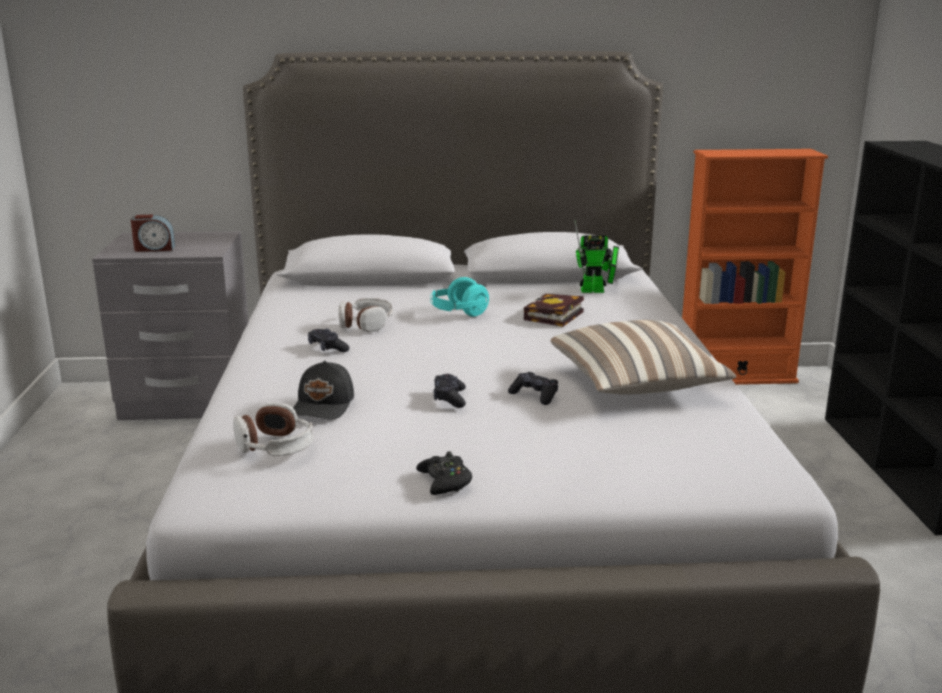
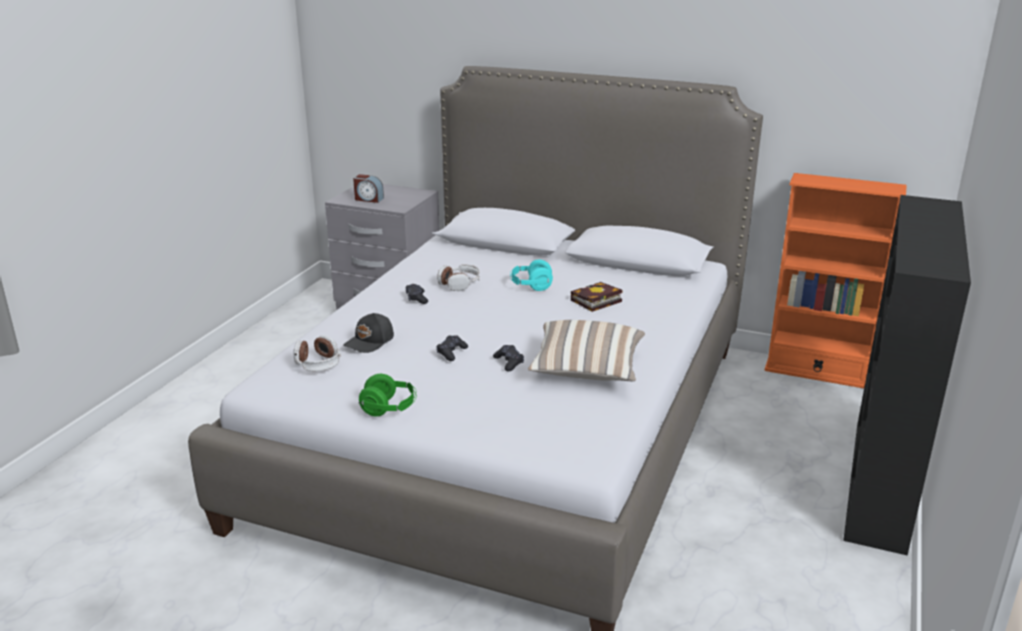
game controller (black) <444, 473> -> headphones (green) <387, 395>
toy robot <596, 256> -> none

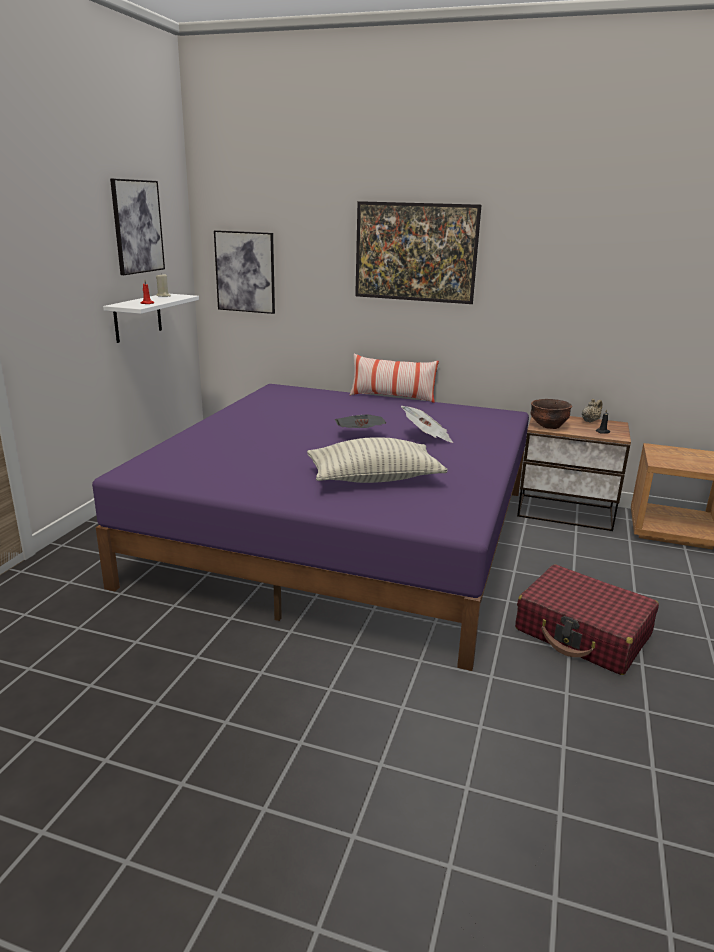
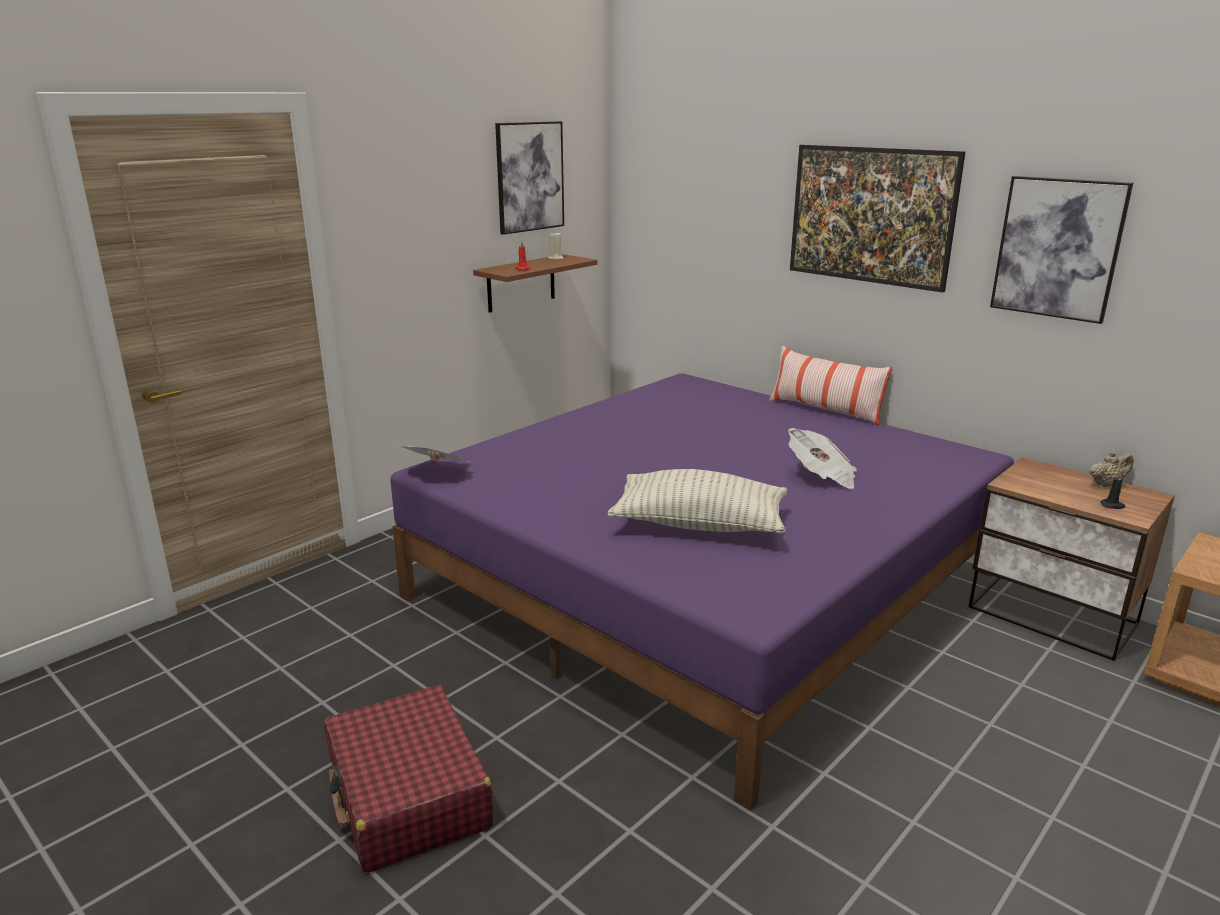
shelf (white) <151, 318> -> shelf (brown) <535, 283>
picture <244, 272> -> picture <1061, 250>, relocated
newspaper <360, 421> -> newspaper <437, 454>, relocated
suitcase (red) <587, 619> -> suitcase (red) <408, 779>, relocated
bowl (brown) <551, 414> -> none

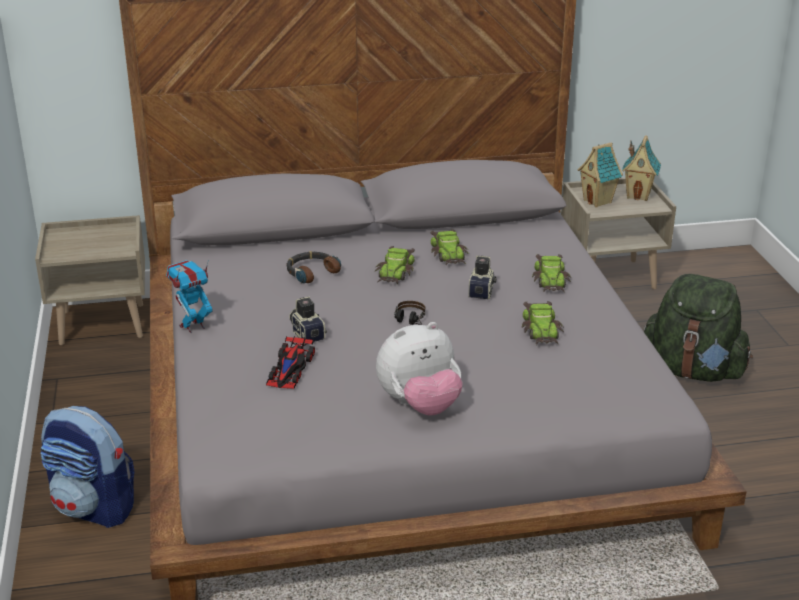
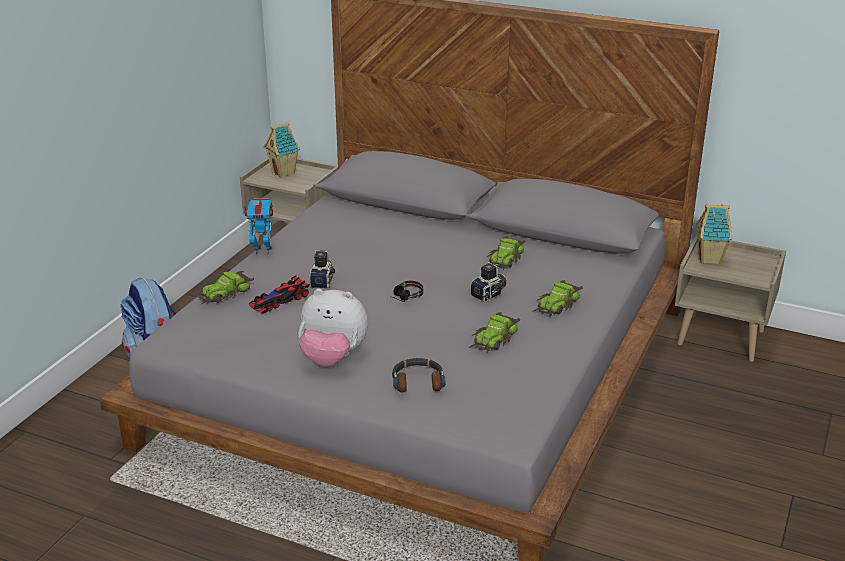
headphones <314, 267> -> headphones <418, 375>, relocated
toy car <394, 265> -> toy car <223, 287>, relocated
toy house <641, 168> -> toy house <282, 149>, relocated
backpack (green) <698, 328> -> none

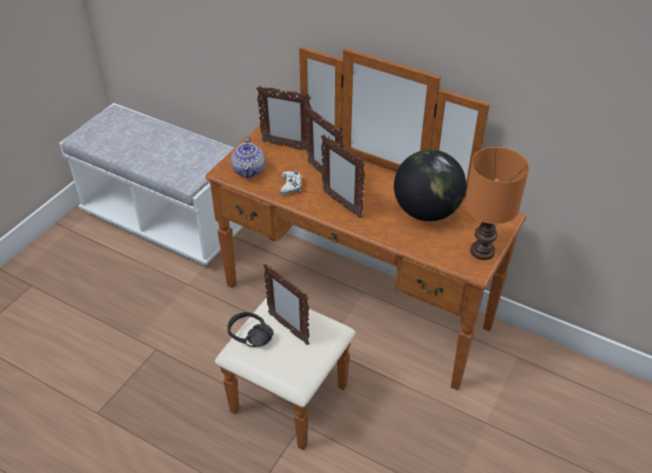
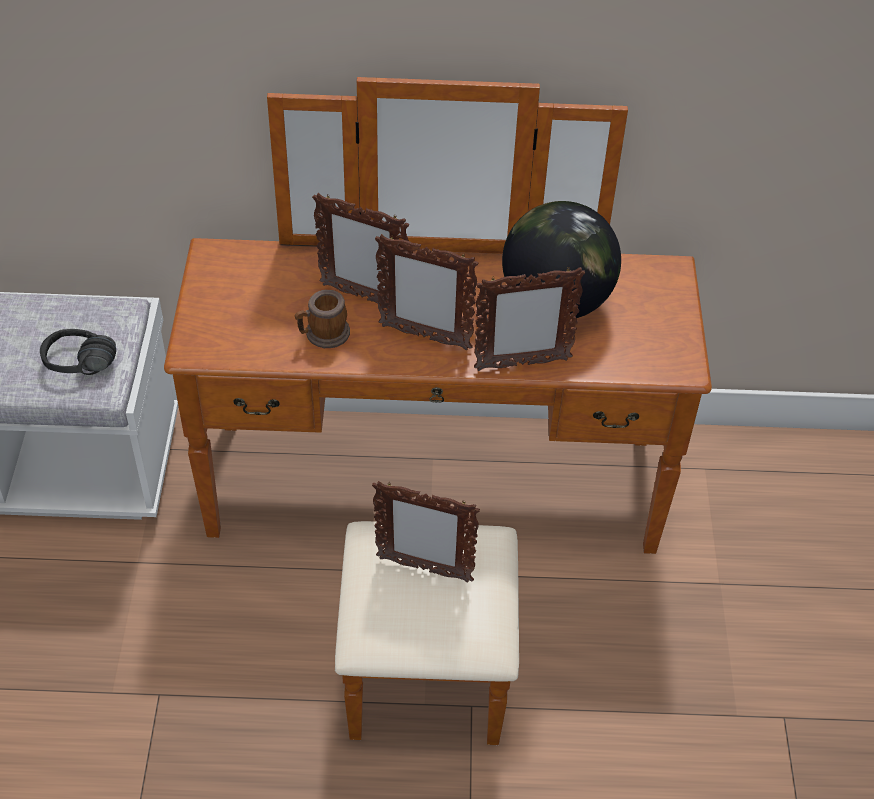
headphones (black) <251, 329> -> headphones (black) <78, 352>, relocated
teapot <248, 157> -> none
picture frame <283, 118> -> picture frame <529, 319>, relocated
game controller (white) <290, 183> -> mug <322, 319>
table lamp (orange) <497, 203> -> none

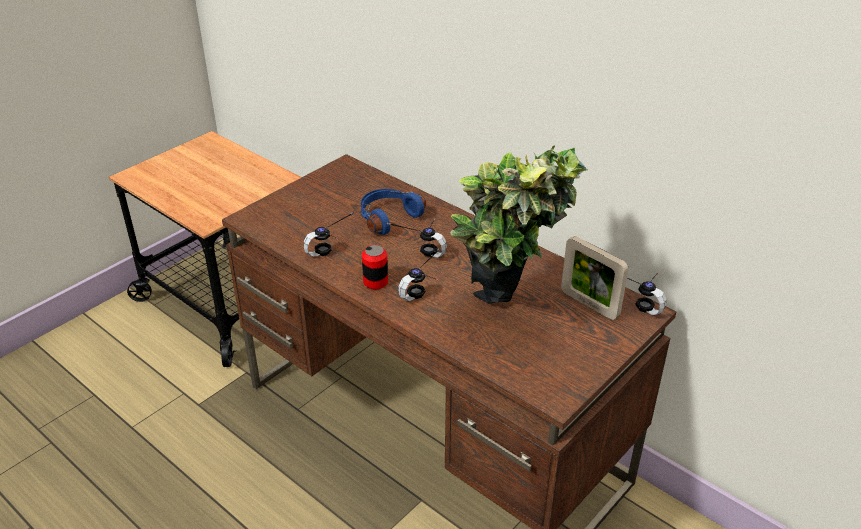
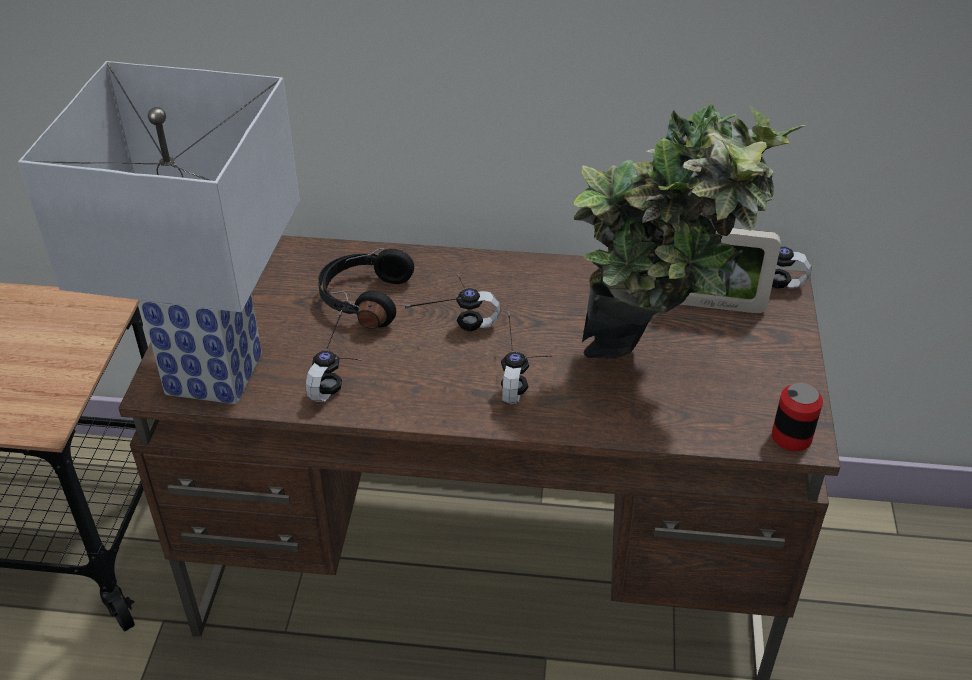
headphones (blue) <393, 212> -> headphones (black) <366, 288>
can <375, 267> -> can <797, 416>, relocated
none -> table lamp (white) <159, 232>

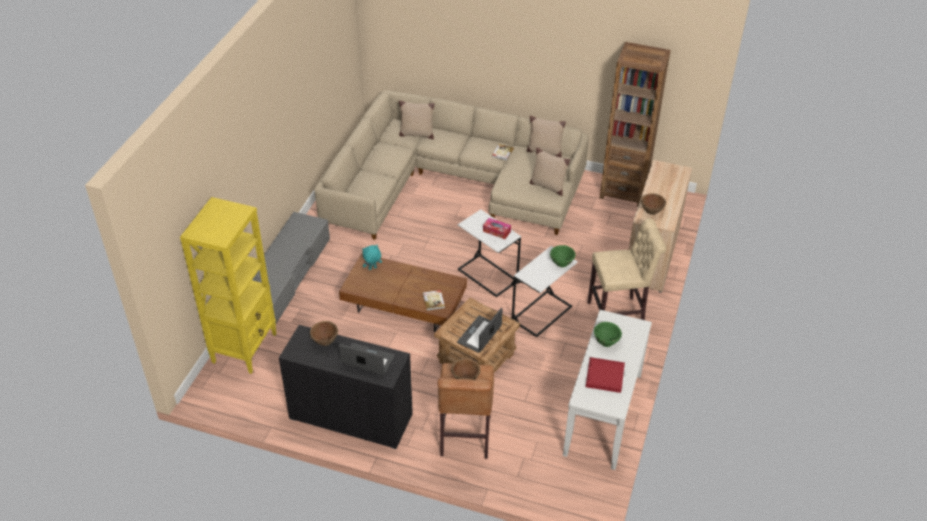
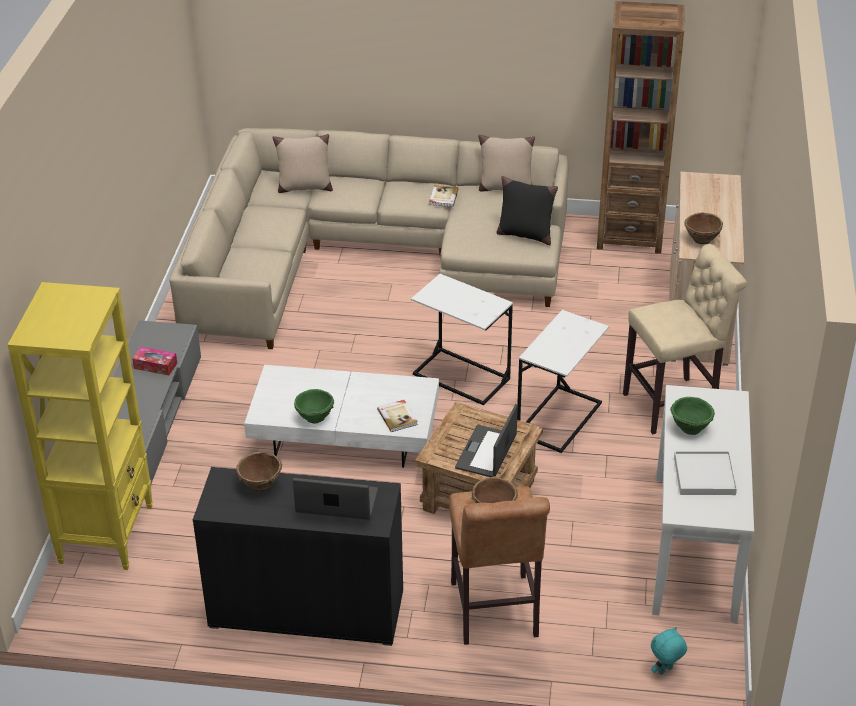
coffee table (brown) <403, 292> -> coffee table (white) <341, 416>
plush toy (turquoise) <372, 257> -> plush toy (turquoise) <669, 651>, relocated
tissue box <497, 228> -> tissue box <154, 361>, relocated
pillow (beige) <550, 171> -> pillow (black) <527, 210>
bowl (green) <563, 256> -> bowl (green) <314, 406>, relocated
tray (red) <605, 375> -> tray (white) <705, 473>

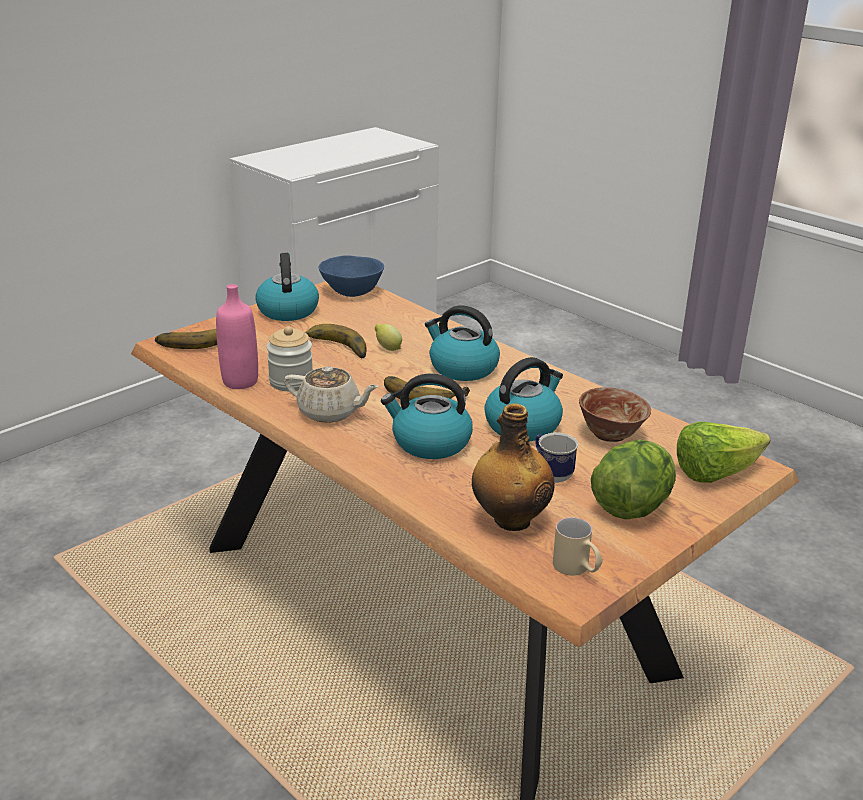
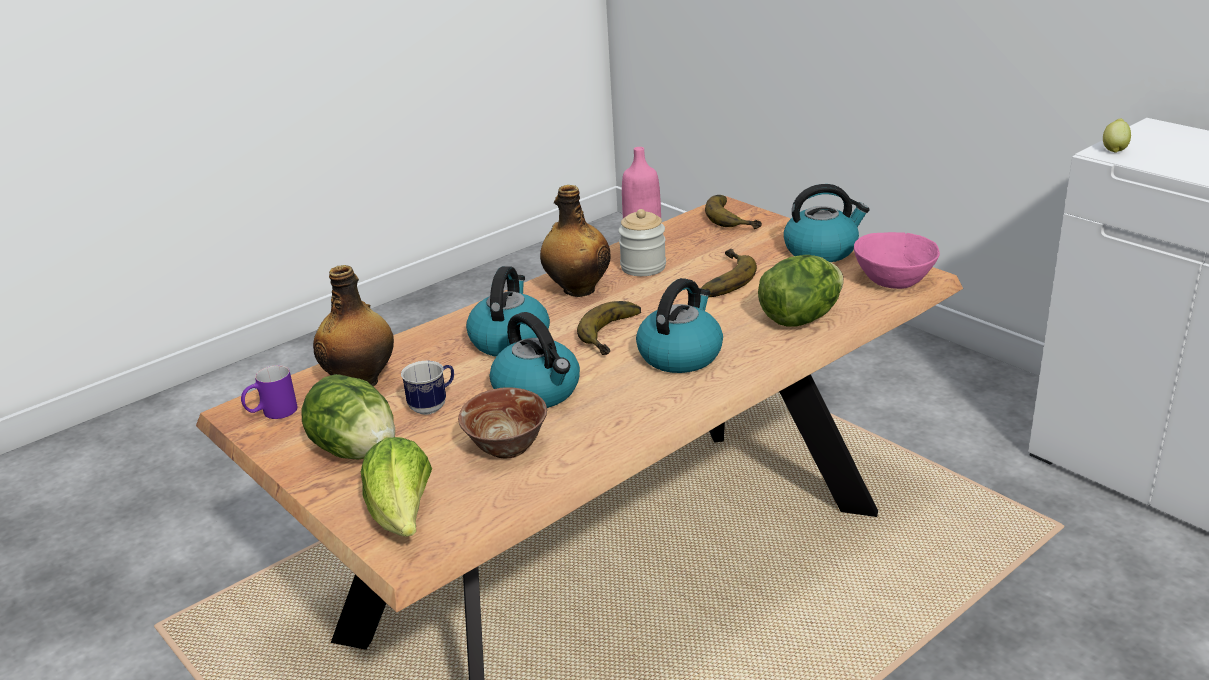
teapot (beige) <331, 394> -> bottle <575, 241>
bowl (blue) <351, 276> -> bowl (pink) <897, 260>
lemon <388, 337> -> lemon <1117, 135>, relocated
mug (beige) <578, 546> -> mug (purple) <269, 392>
none -> lettuce <801, 291>

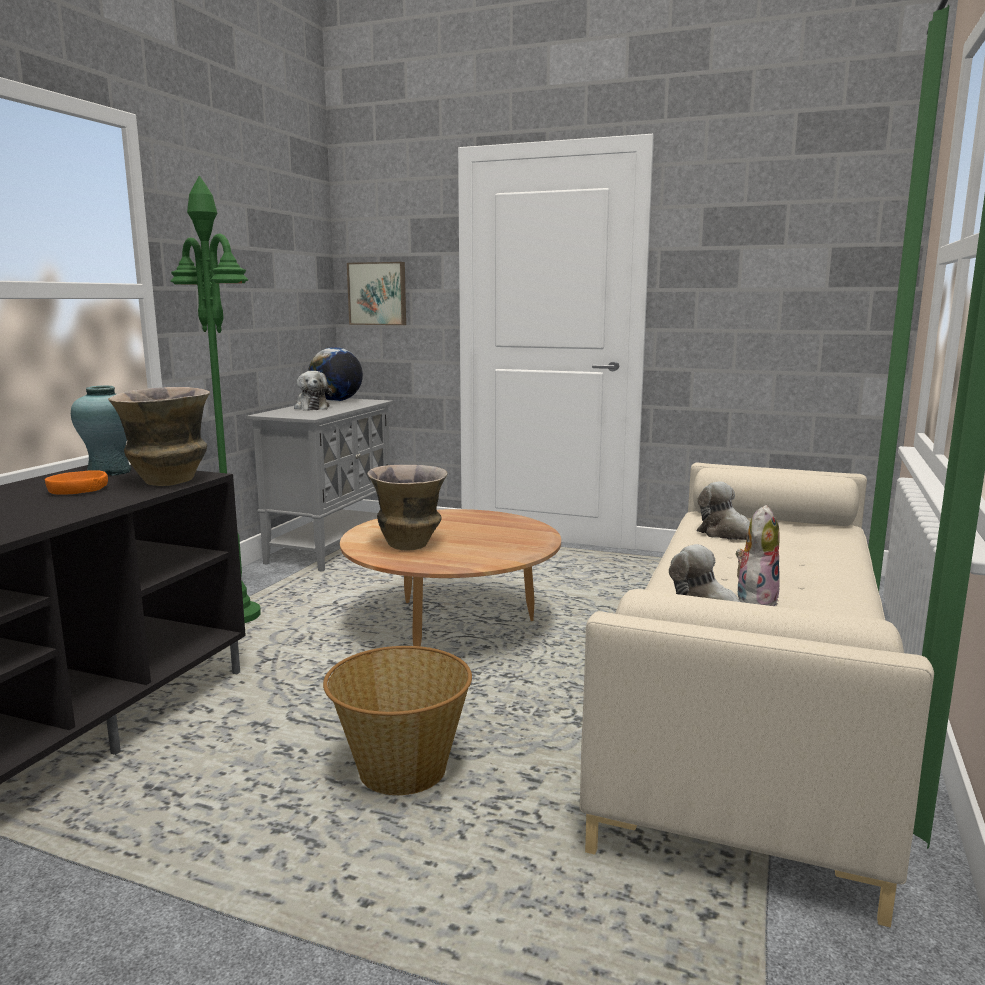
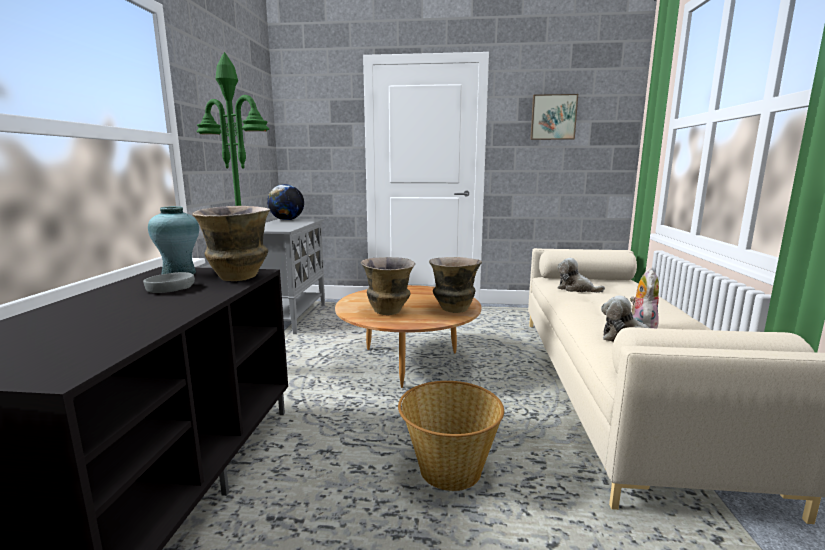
bowl (orange) <76, 482> -> bowl (grey) <169, 282>
plush toy <313, 391> -> none
picture <376, 293> -> picture <554, 117>, relocated
none -> vase <455, 285>

